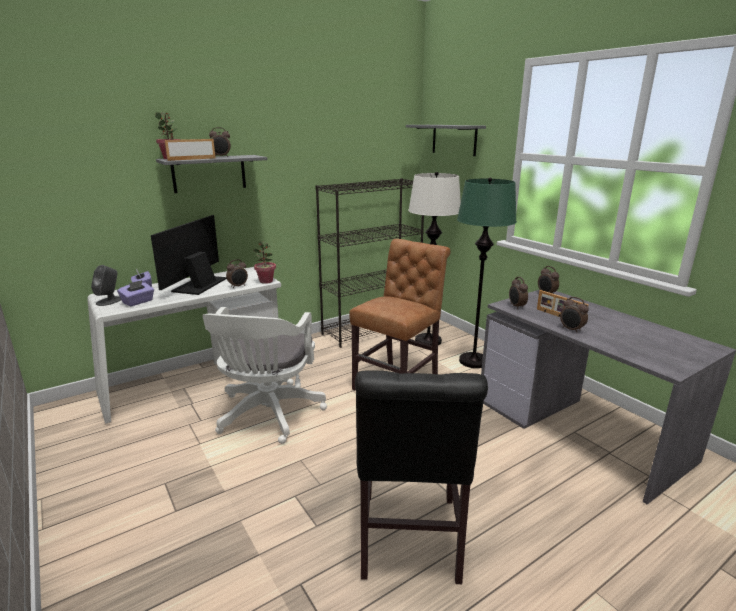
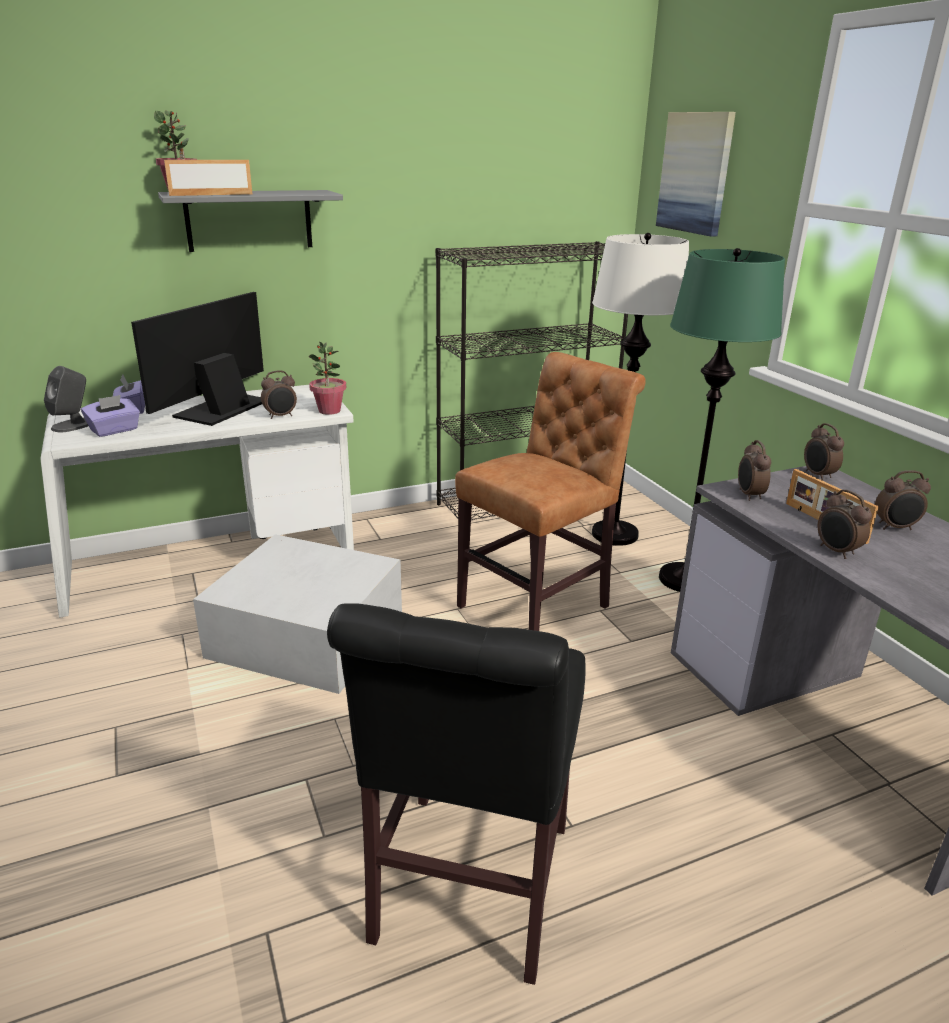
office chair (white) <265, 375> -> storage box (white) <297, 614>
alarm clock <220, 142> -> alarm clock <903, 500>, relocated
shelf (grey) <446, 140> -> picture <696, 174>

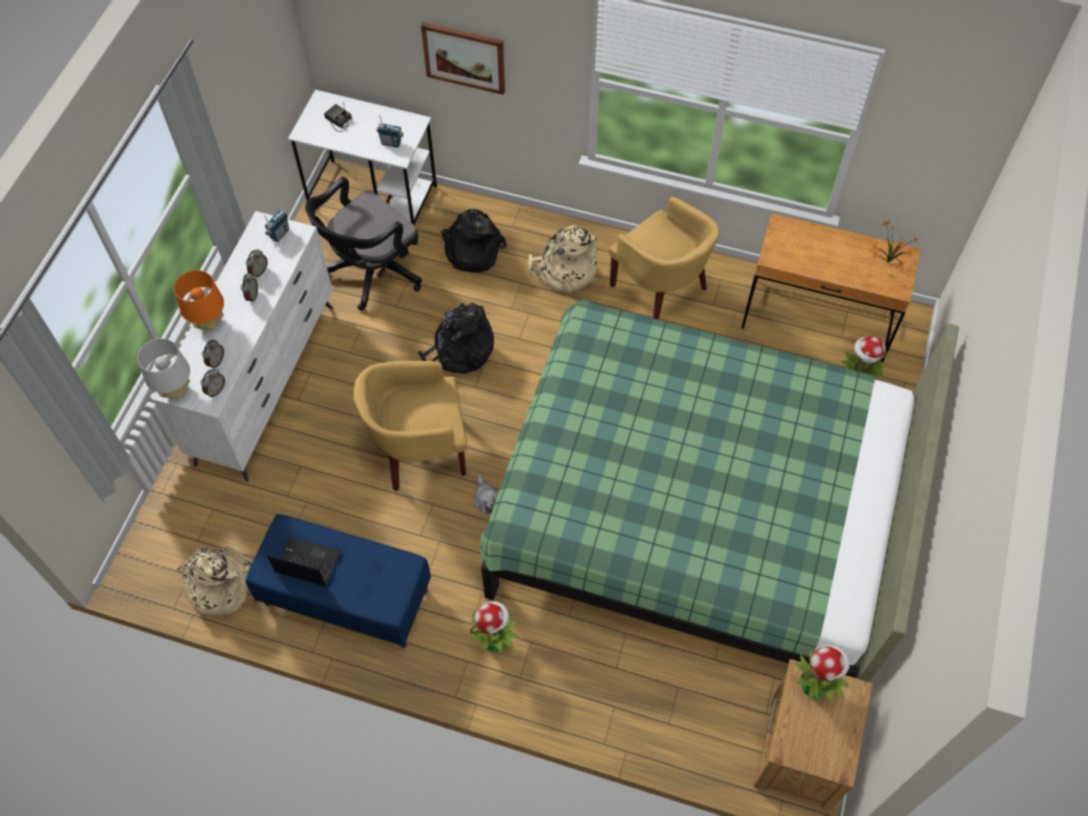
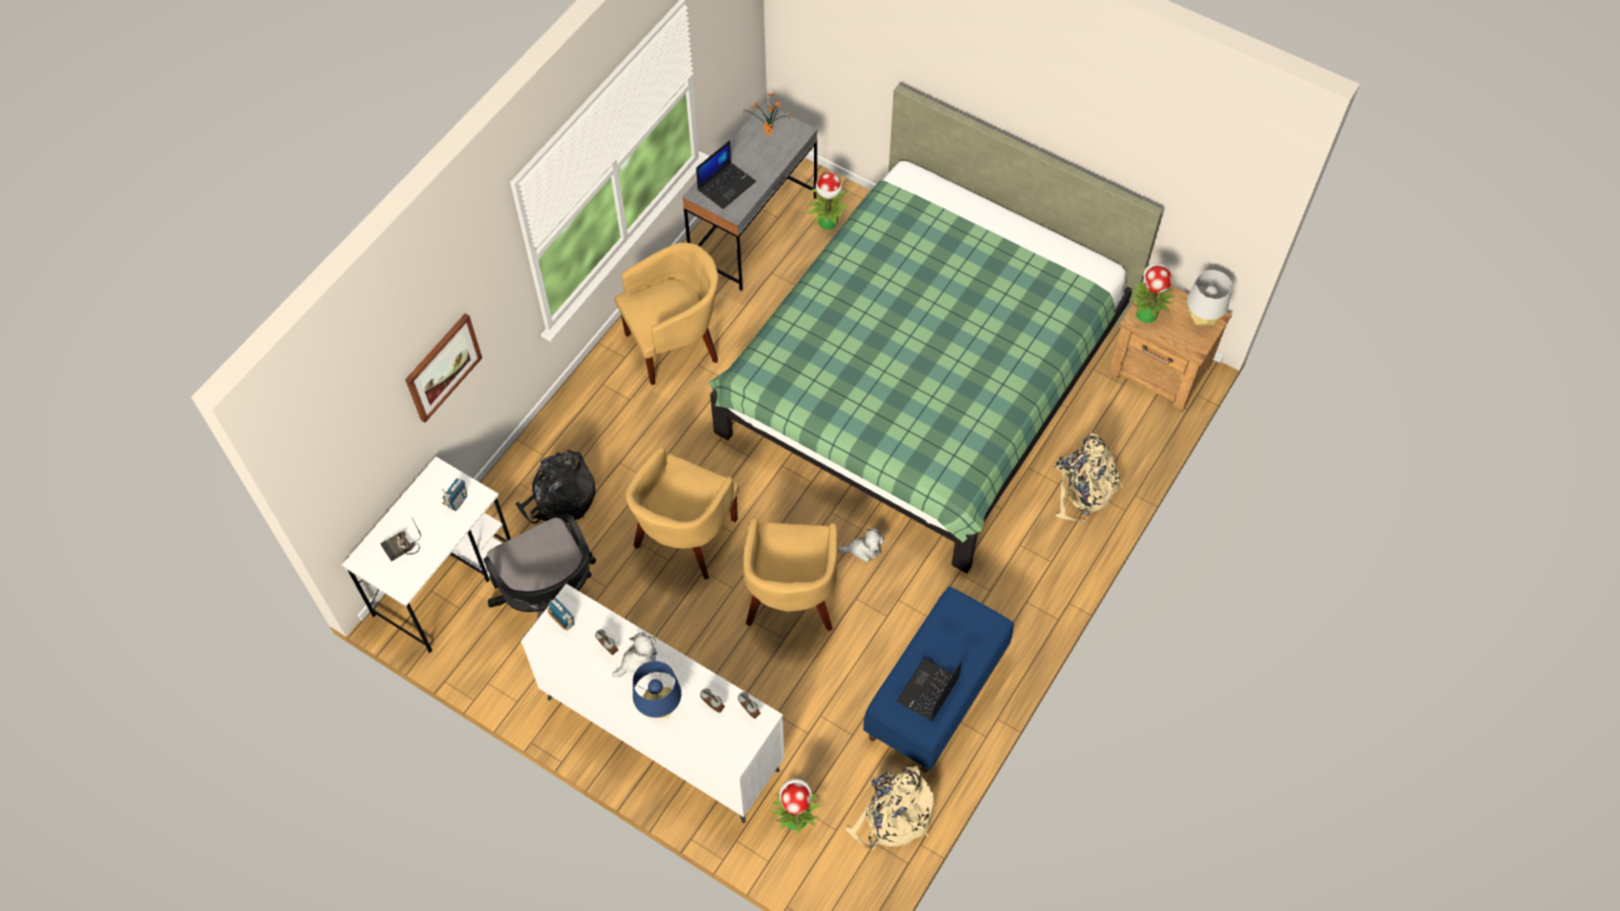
table lamp (grey) <164, 368> -> table lamp (grey) <1209, 298>, relocated
table lamp (orange) <199, 300> -> table lamp (blue) <657, 689>
alarm clock <249, 287> -> plush toy <634, 654>
backpack (black) <456, 338> -> armchair (yellow) <682, 513>
potted plant <494, 627> -> potted plant <796, 806>, relocated
backpack (beige) <562, 259> -> backpack (beige) <1088, 477>, relocated
desk (brown) <831, 287> -> desk (grey) <750, 197>
none -> laptop <726, 174>

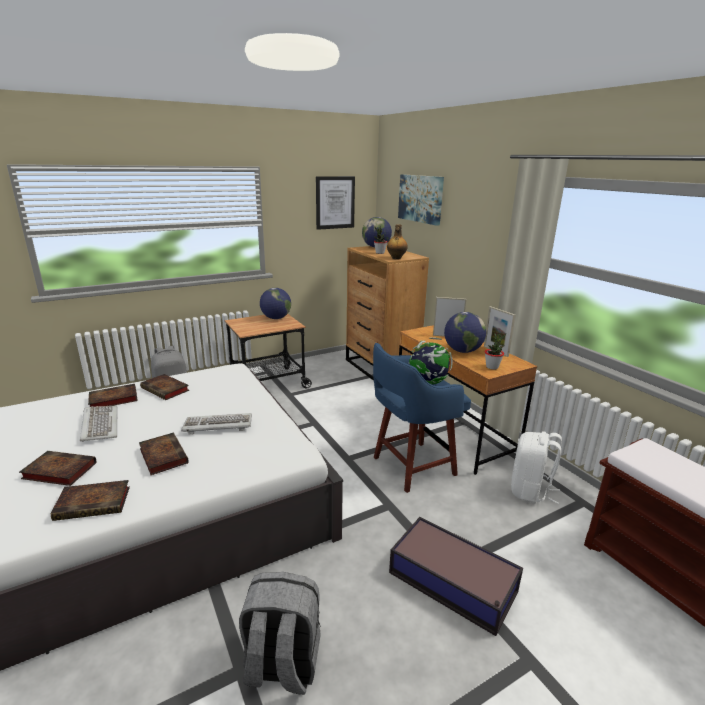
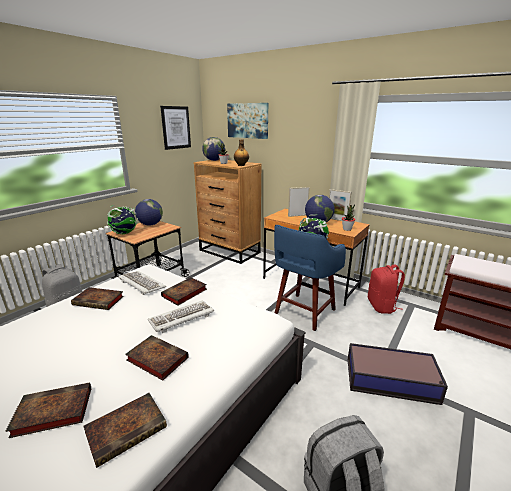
keyboard <98, 424> -> keyboard <142, 283>, relocated
book <113, 395> -> book <184, 291>, relocated
backpack (white) <536, 467> -> backpack (red) <386, 289>
none -> globe <122, 219>

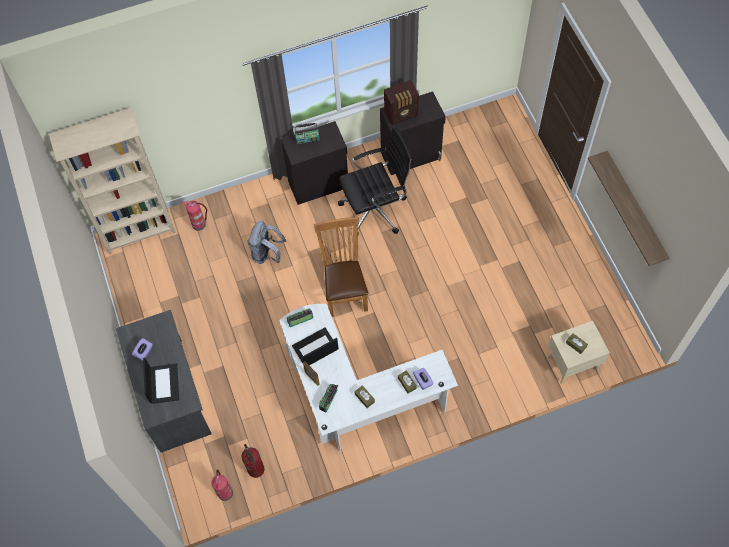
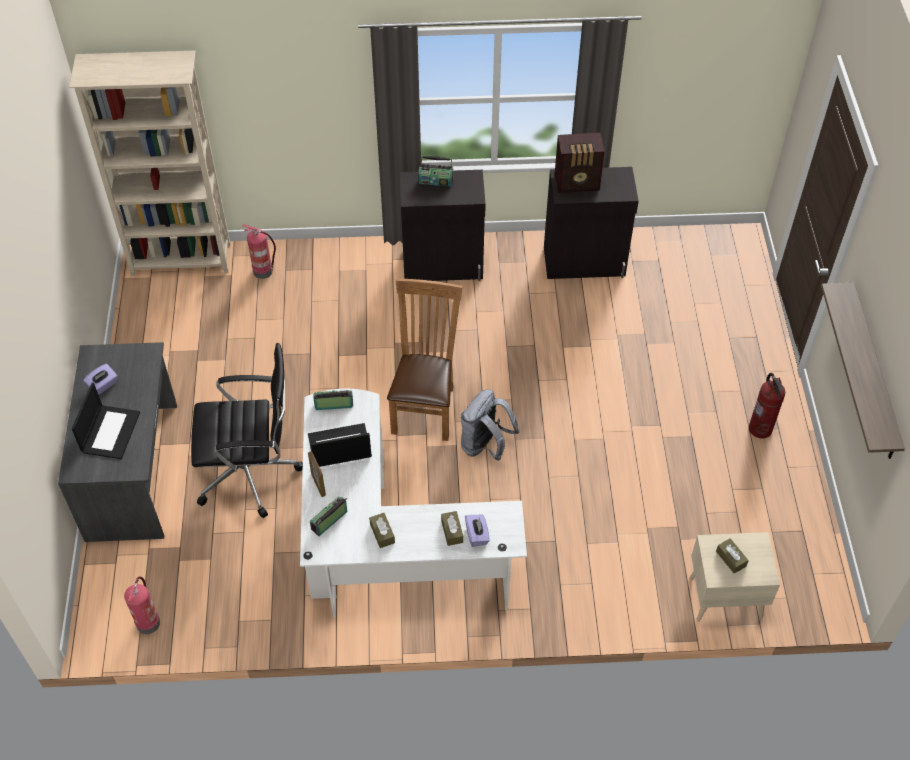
fire extinguisher <253, 461> -> fire extinguisher <767, 405>, relocated
backpack (grey) <266, 242> -> backpack (grey) <490, 425>, relocated
office chair (black) <375, 180> -> office chair (black) <247, 430>, relocated

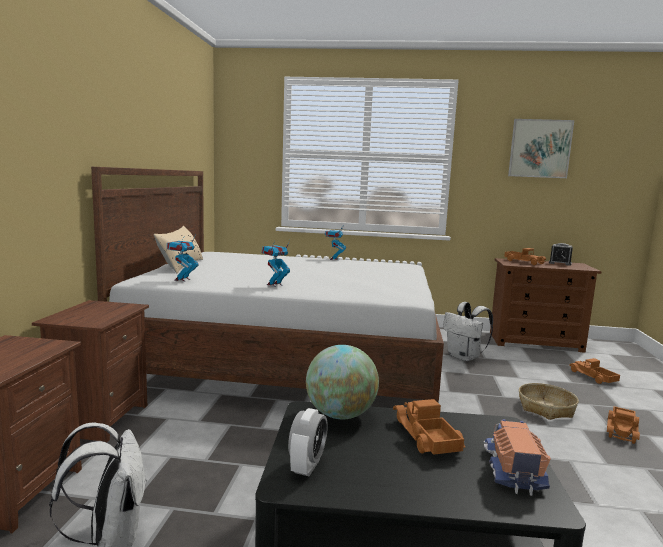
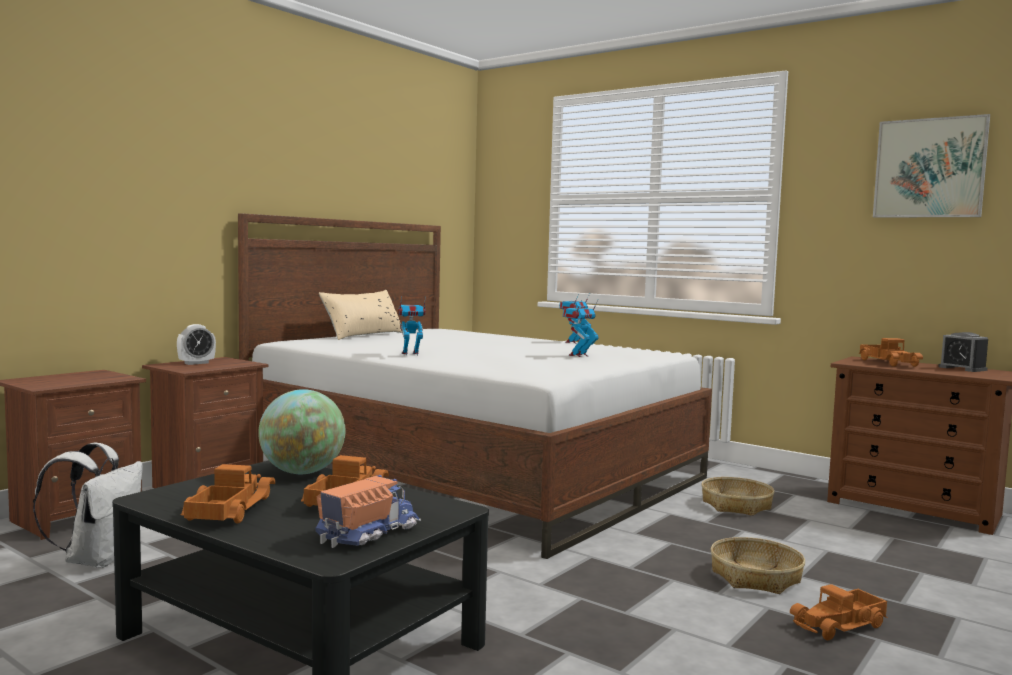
toy robot <182, 257> -> toy robot <581, 328>, relocated
alarm clock <308, 442> -> alarm clock <196, 344>, relocated
backpack (white) <468, 331> -> basket <738, 496>
toy truck <594, 371> -> toy truck <228, 494>, relocated

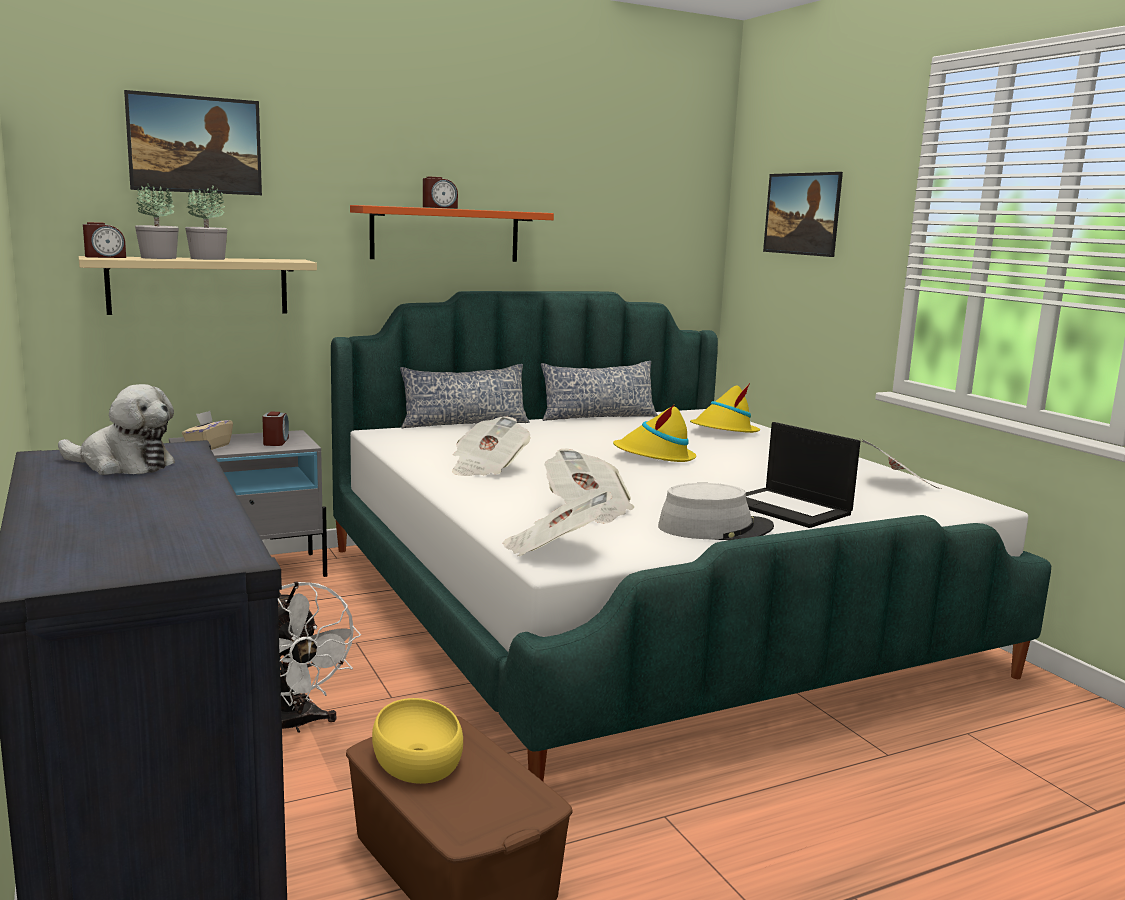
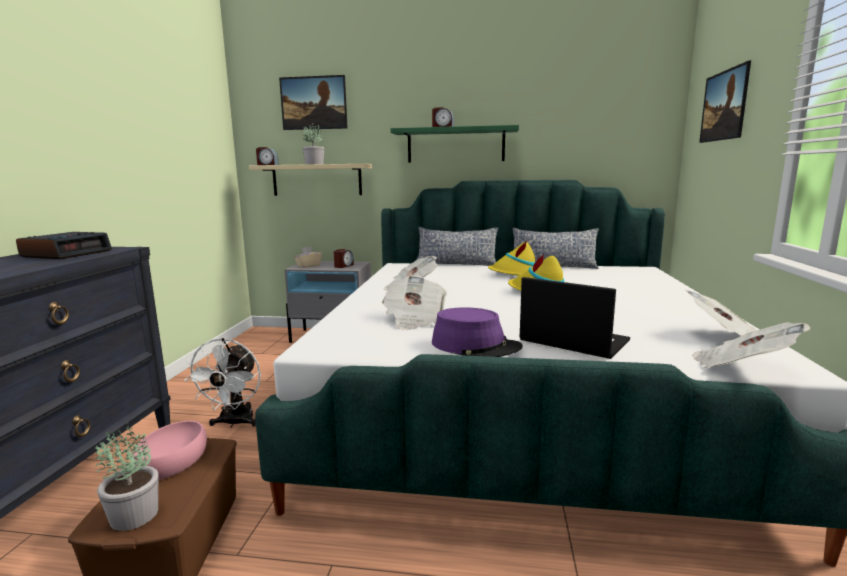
plush toy <116, 429> -> alarm clock <64, 245>
potted plant <157, 221> -> potted plant <126, 476>, relocated
shelf (orange) <452, 233> -> shelf (green) <454, 144>
bowl (yellow) <417, 741> -> bowl (pink) <169, 450>
newspaper <557, 523> -> newspaper <751, 345>, relocated
hat (grey) <716, 511> -> hat (purple) <477, 332>
hat (yellow) <725, 408> -> hat (yellow) <511, 258>, relocated
laptop <803, 475> -> laptop <575, 318>, 135 degrees clockwise

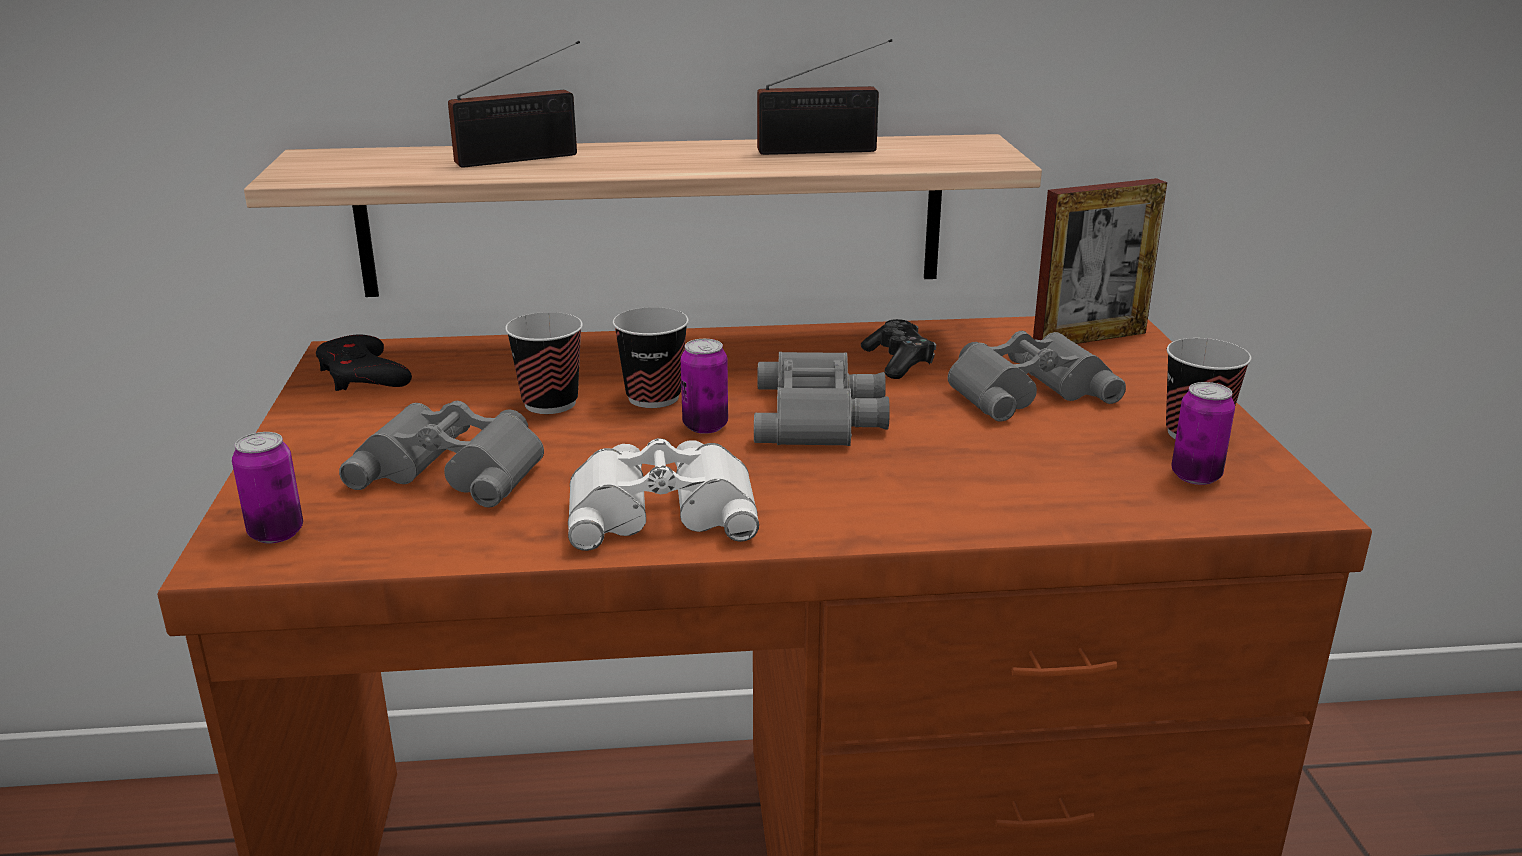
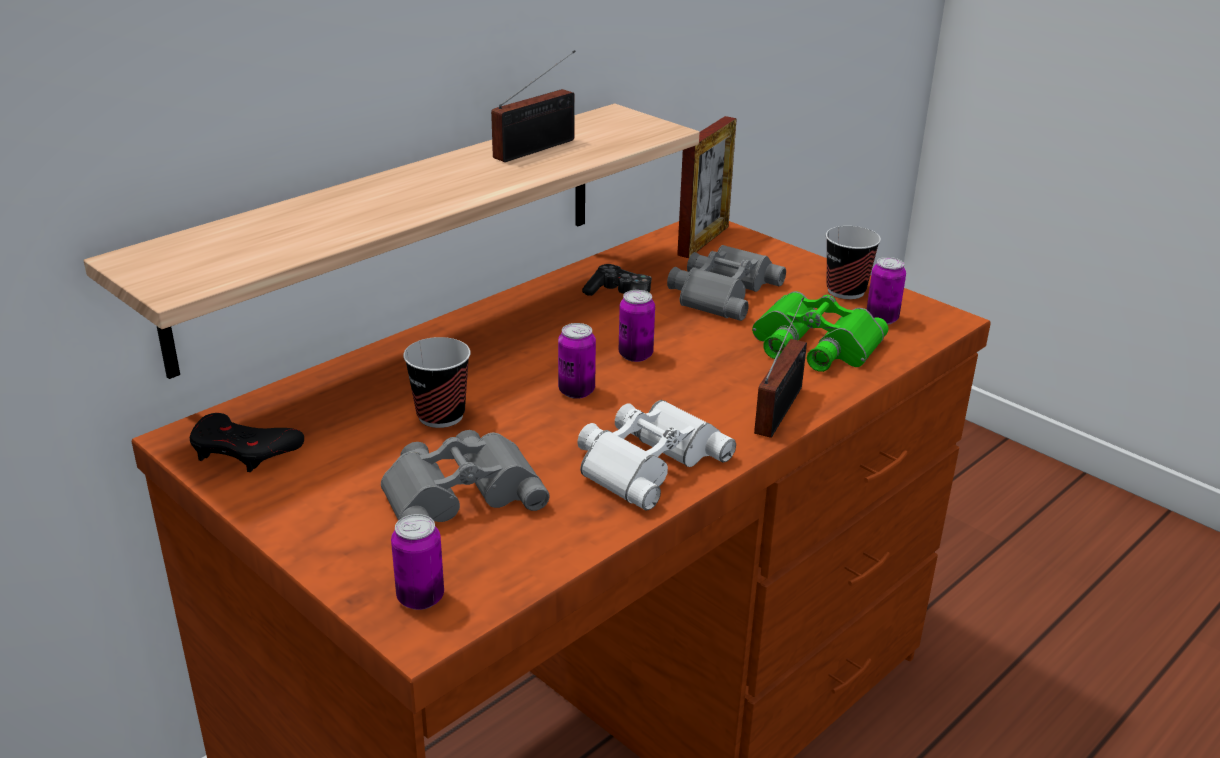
radio <514, 104> -> radio <780, 367>, relocated
cup <651, 357> -> none
binoculars (grey) <822, 399> -> can <637, 326>
none -> binoculars (green) <820, 331>

